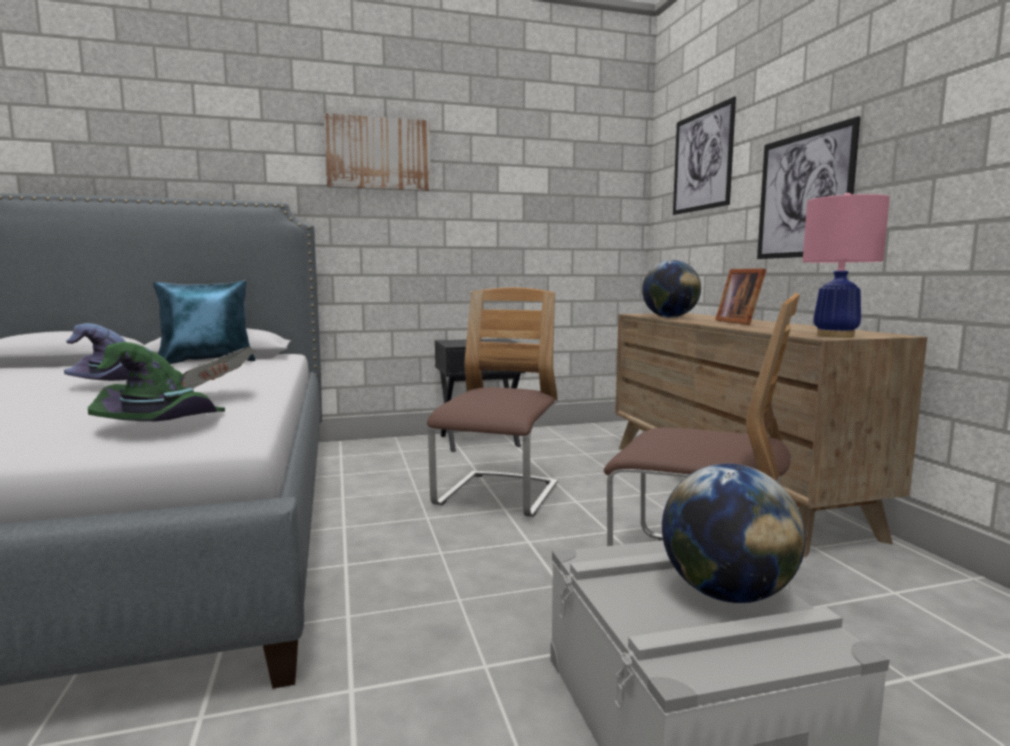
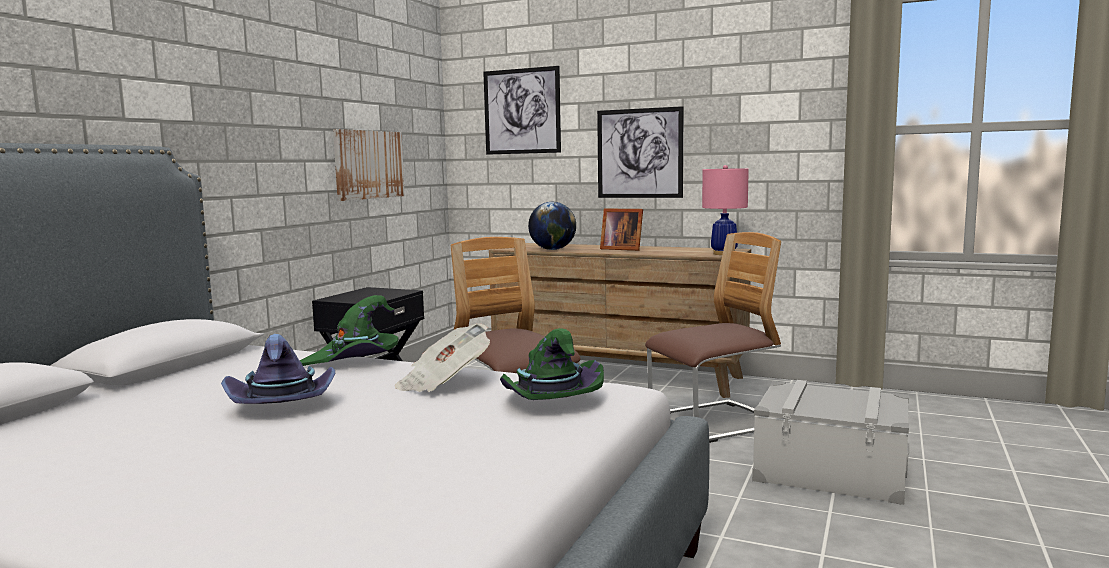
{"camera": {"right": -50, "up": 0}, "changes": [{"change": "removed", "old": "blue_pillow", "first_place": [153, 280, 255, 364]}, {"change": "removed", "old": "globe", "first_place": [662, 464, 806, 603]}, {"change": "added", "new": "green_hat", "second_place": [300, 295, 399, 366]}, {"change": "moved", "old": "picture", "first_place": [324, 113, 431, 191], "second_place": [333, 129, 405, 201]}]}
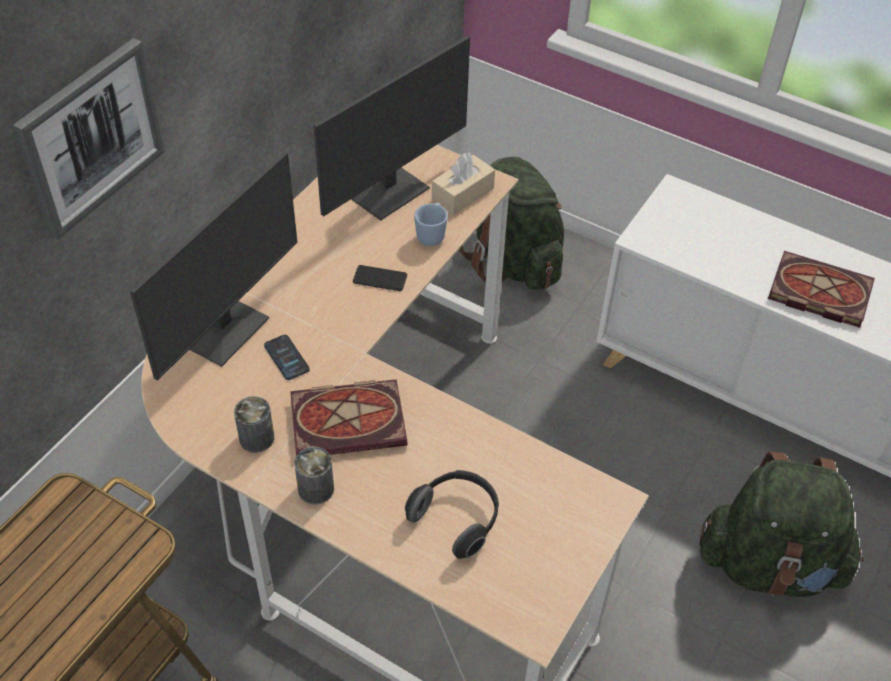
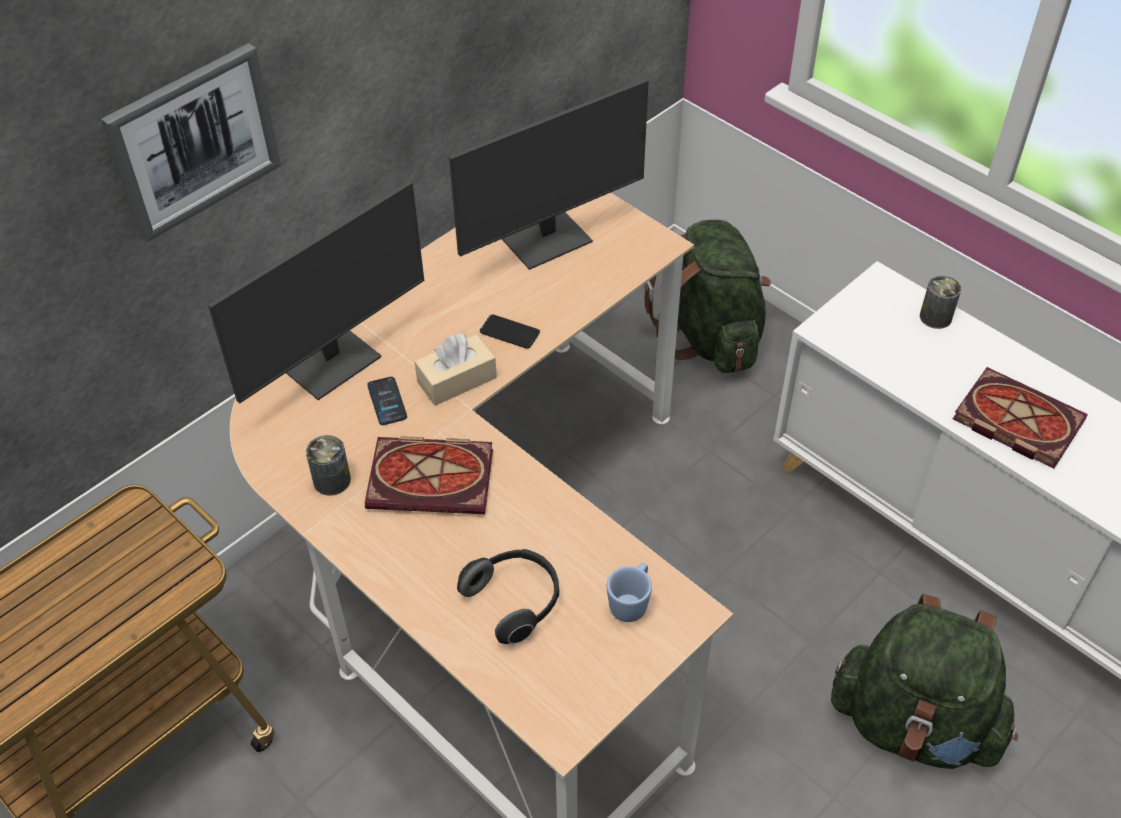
{"camera": {"right": 15, "up": 0}, "changes": [{"change": "moved", "old": "can", "first_place": [294, 447, 334, 505], "second_place": [920, 276, 961, 329]}, {"change": "moved", "old": "blue_mug", "first_place": [414, 203, 448, 246], "second_place": [607, 563, 652, 622]}, {"change": "moved", "old": "beige_tissue_box", "first_place": [432, 153, 495, 215], "second_place": [415, 333, 497, 406]}]}
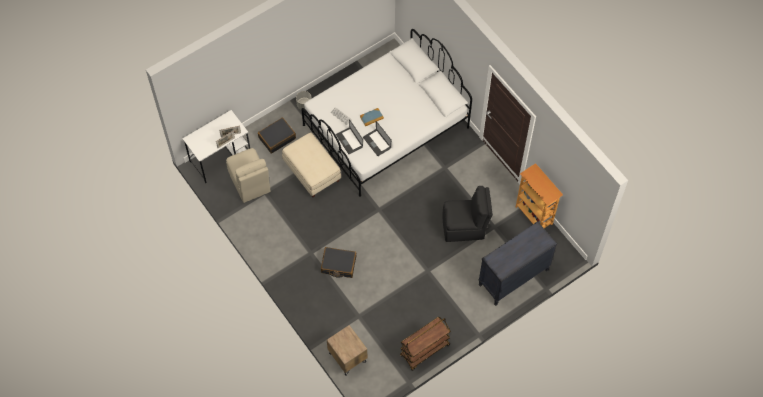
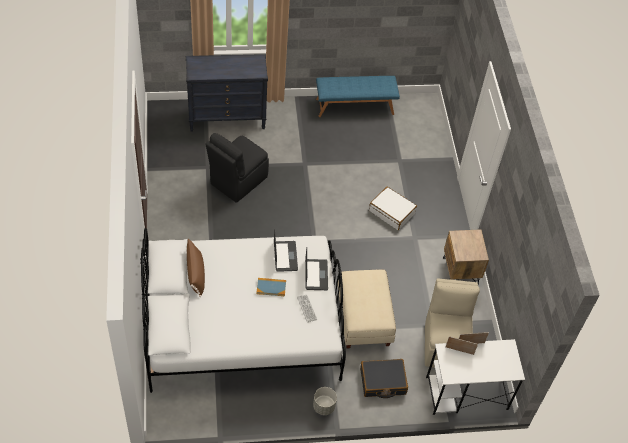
{"camera": {"right": -155, "up": -10}, "changes": [{"change": "removed", "old": "bookcase", "first_place": [516, 163, 563, 228]}, {"change": "added", "new": "brown_pillow", "second_place": [187, 239, 205, 297]}, {"change": "moved", "old": "brown_nightstand", "first_place": [327, 325, 367, 376], "second_place": [443, 229, 489, 285]}, {"change": "replaced", "old": "brown_cart", "new": "blue_bench", "first_place": [400, 317, 451, 371], "second_place": [316, 76, 400, 117]}, {"change": "recoloured", "old": "black_suitcase", "new": "white_suitcase", "first_place": [321, 247, 357, 278], "second_place": [369, 187, 417, 230]}, {"change": "turned", "old": "black_chair", "first_place": [443, 186, 493, 242], "second_place": [205, 133, 269, 203], "degrees": -75}]}
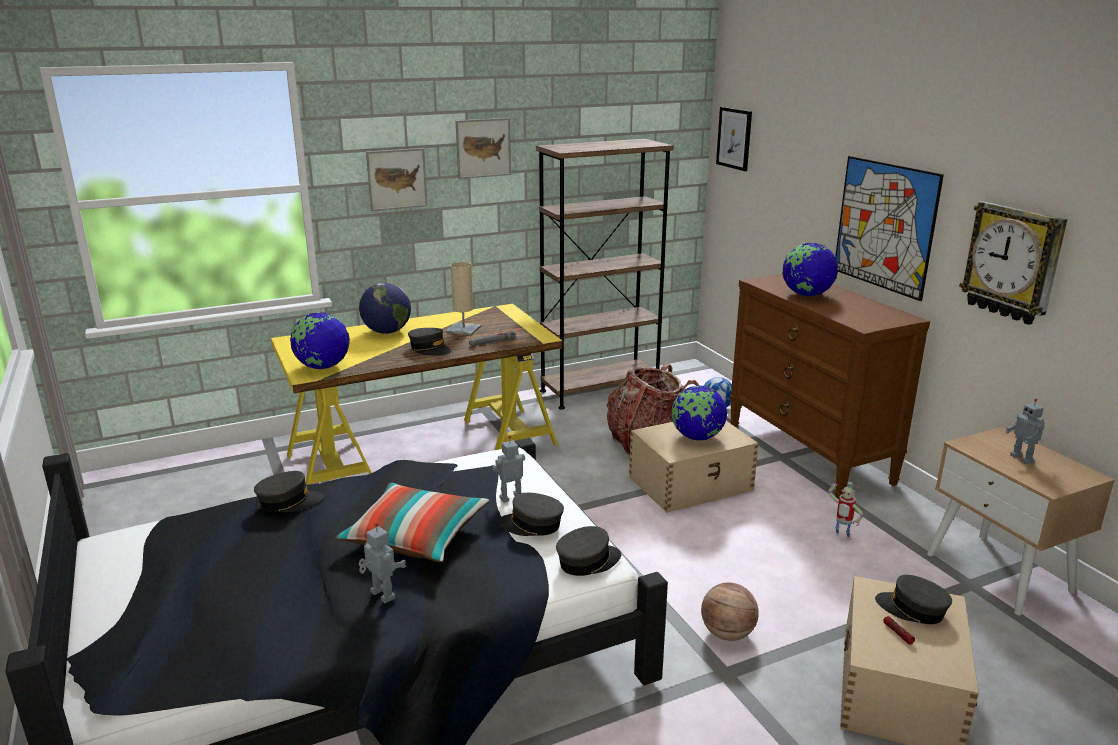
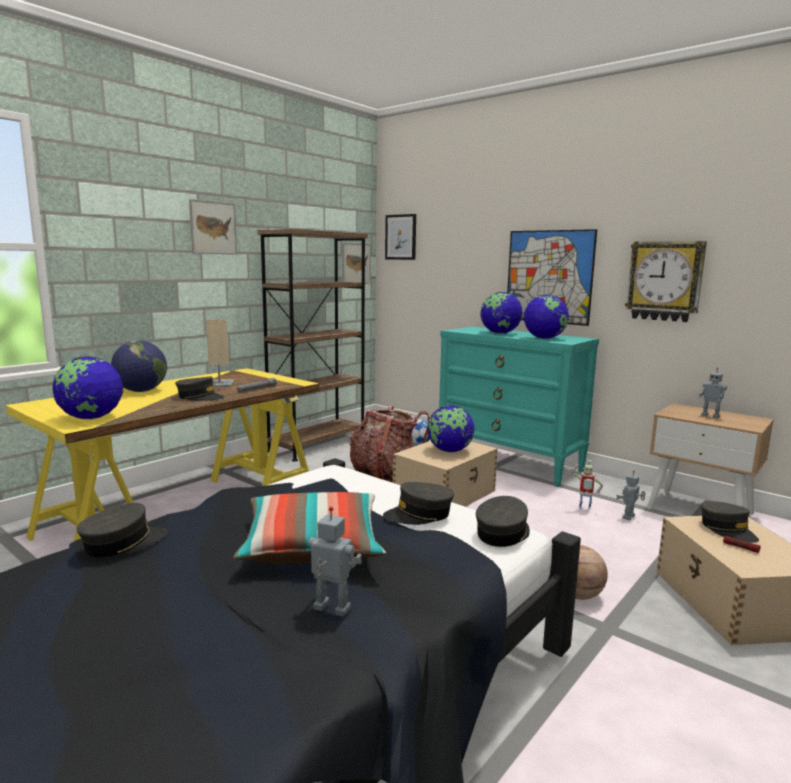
{"camera": {"right": -25, "up": -10}, "changes": [{"change": "added", "new": "globe", "second_place": [524, 294, 569, 339]}, {"change": "moved", "old": "picture", "first_place": [366, 148, 428, 211], "second_place": [342, 243, 371, 284]}, {"change": "moved", "old": "toy_robot", "first_place": [492, 436, 525, 503], "second_place": [616, 471, 646, 520]}, {"change": "recoloured", "old": "brown_dresser", "new": "turquoise_dresser", "first_place": [730, 274, 930, 499], "second_place": [439, 326, 599, 487]}, {"change": "turned", "old": "grey_cap", "first_place": [875, 575, 952, 624], "second_place": [701, 501, 759, 543], "degrees": -120}]}
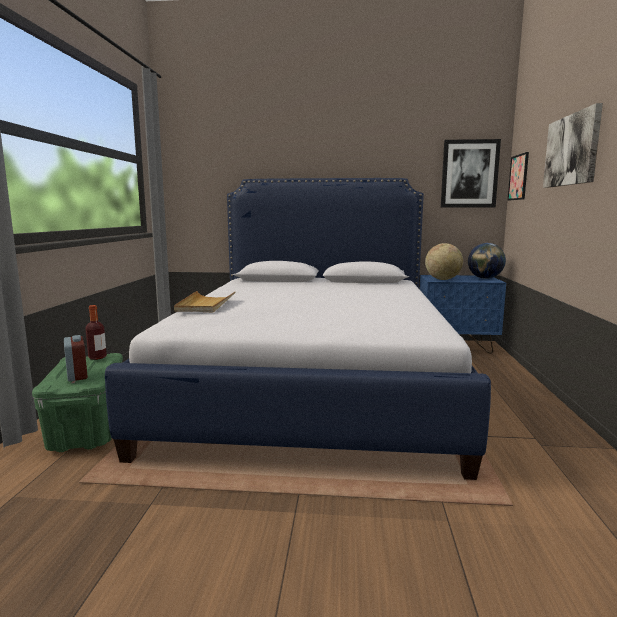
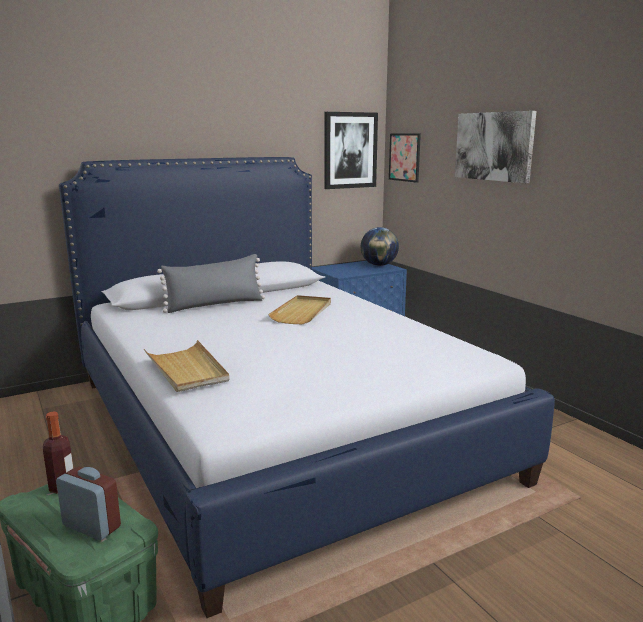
{"camera": {"right": -35, "up": 5}, "changes": [{"change": "removed", "old": "globe", "first_place": [425, 243, 463, 280]}, {"change": "added", "new": "grey_pillow", "second_place": [157, 254, 265, 313]}, {"change": "added", "new": "beige_tray", "second_place": [268, 295, 331, 324]}]}
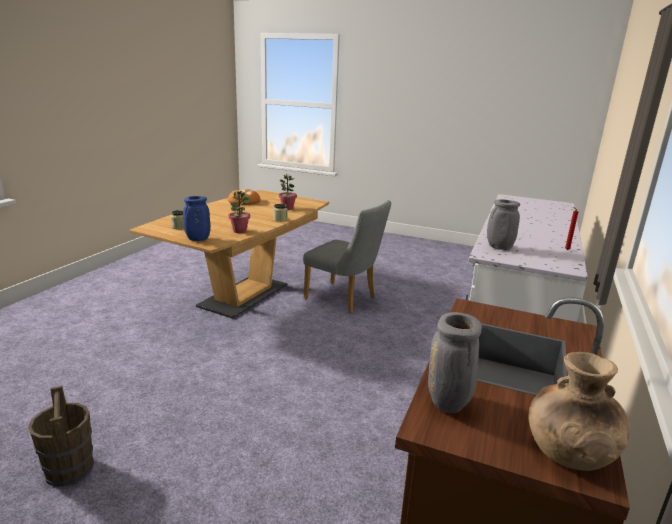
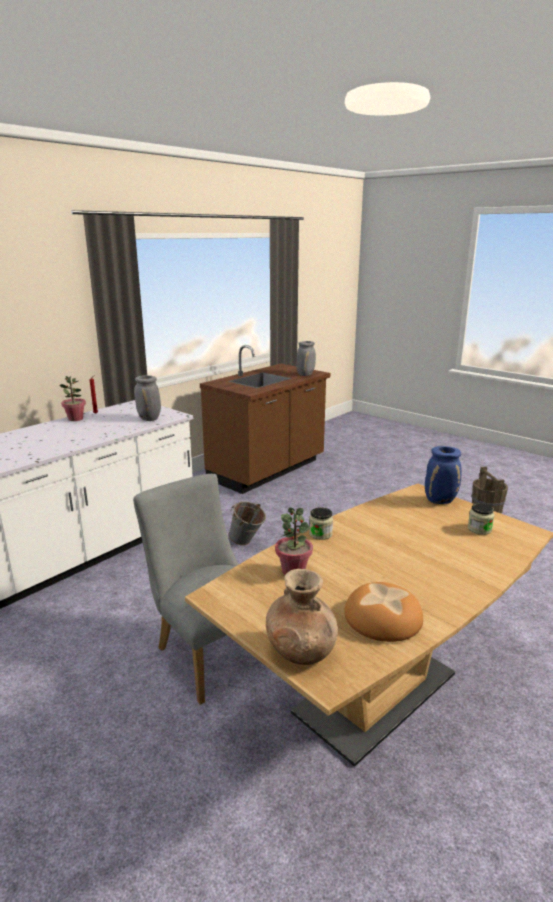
{"camera": {"right": -160, "up": 0}, "changes": [{"change": "added", "new": "grey_bucket", "second_place": [228, 501, 266, 546]}, {"change": "moved", "old": "potted_plant", "first_place": [228, 191, 250, 233], "second_place": [60, 376, 86, 421]}, {"change": "moved", "old": "brown_vase", "first_place": [528, 352, 630, 471], "second_place": [266, 569, 338, 665]}]}
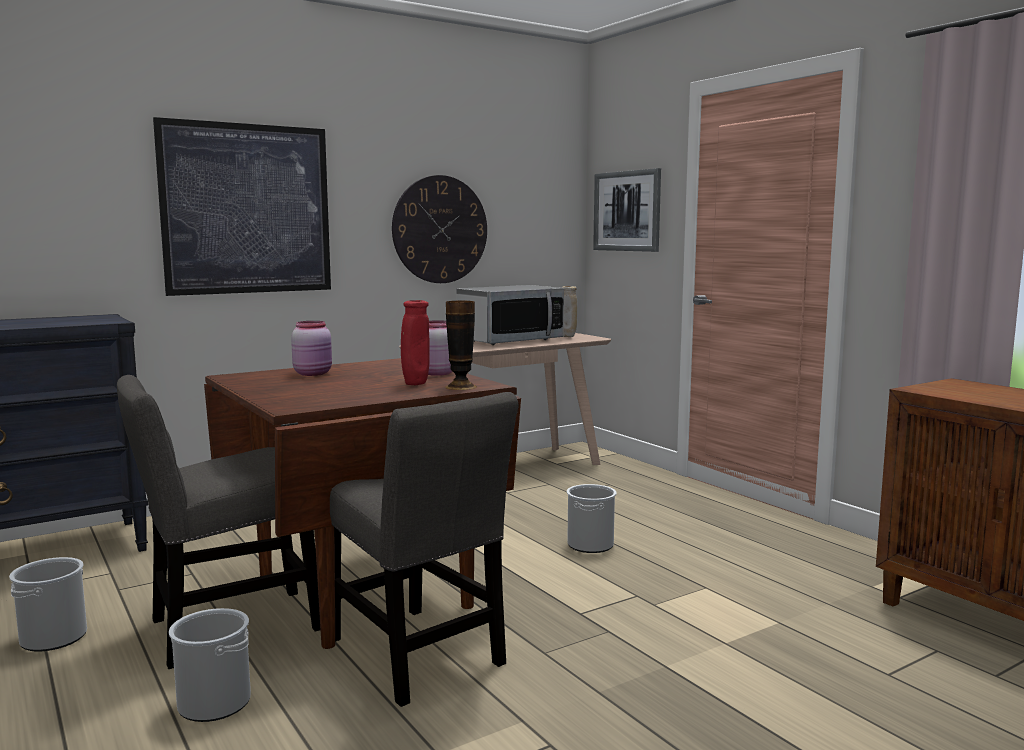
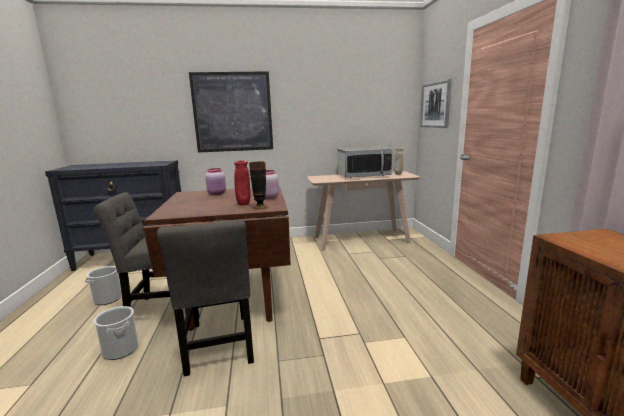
{"camera": {"right": 25, "up": 5}, "changes": [{"change": "removed", "old": "wall_clock", "first_place": [392, 175, 487, 283]}, {"change": "removed", "old": "bucket", "first_place": [567, 484, 616, 553]}]}
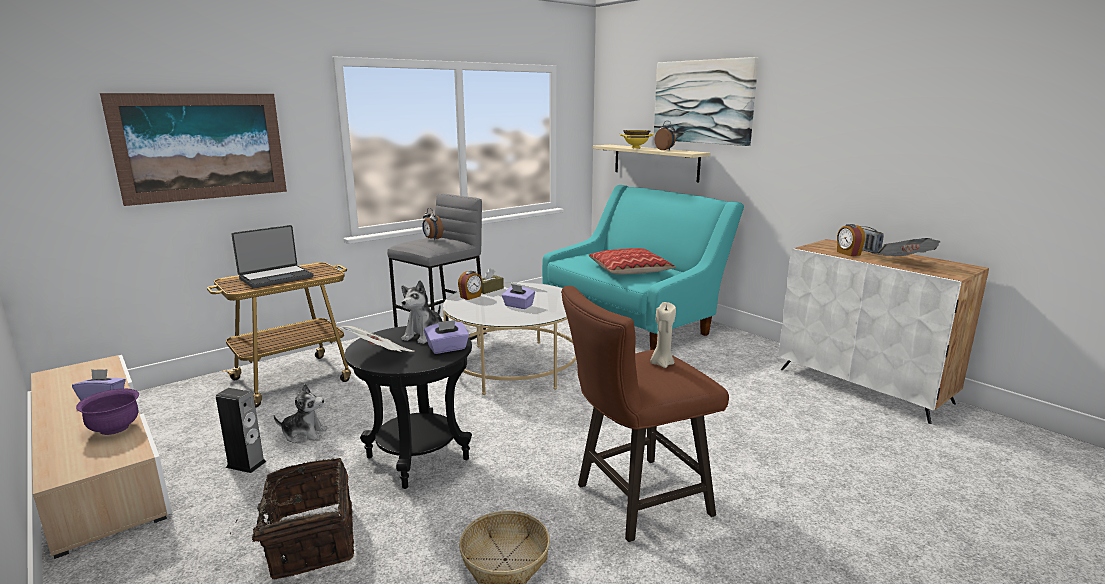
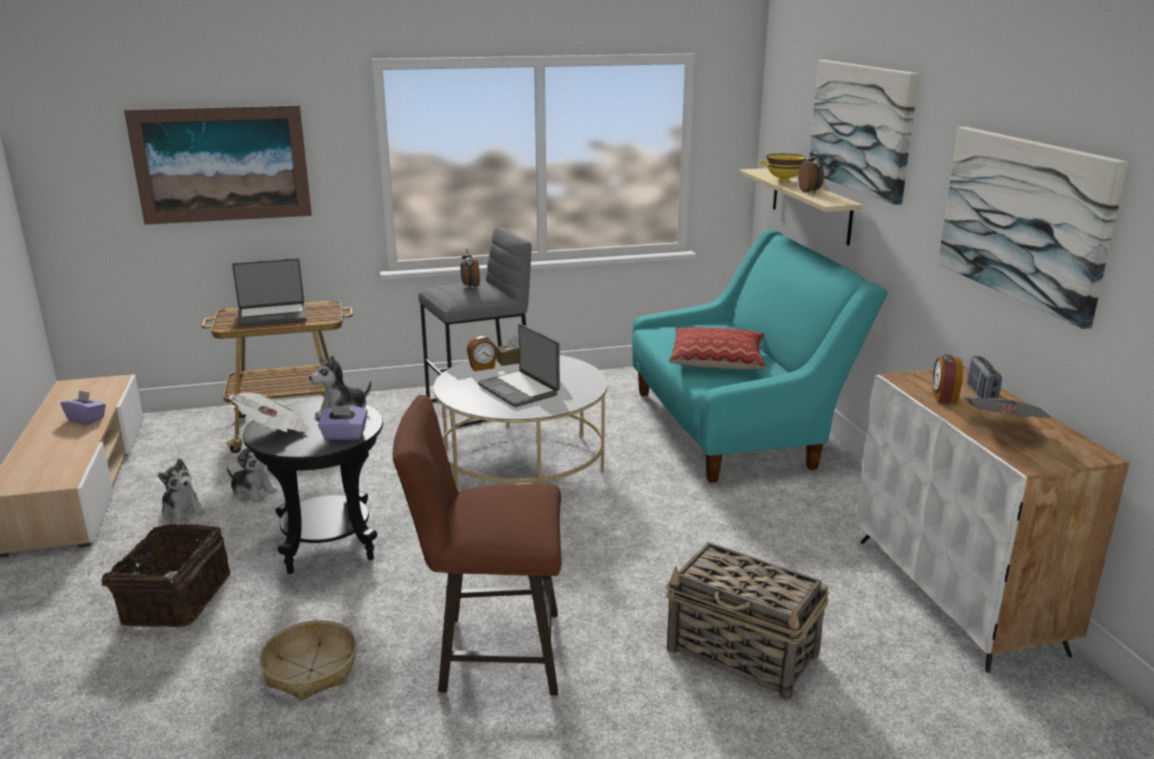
{"camera": {"right": 25, "up": 5}, "changes": [{"change": "removed", "old": "purple_bowl", "first_place": [76, 388, 139, 435]}, {"change": "removed", "old": "beige_candle", "first_place": [650, 302, 676, 368]}, {"change": "added", "new": "basket", "second_place": [666, 542, 829, 700]}, {"change": "added", "new": "picture", "second_place": [938, 127, 1128, 329]}, {"change": "replaced", "old": "speaker", "new": "plush_toy", "first_place": [216, 388, 267, 473], "second_place": [158, 458, 205, 523]}, {"change": "replaced", "old": "purple_tissue_box", "new": "laptop", "first_place": [502, 284, 535, 309], "second_place": [478, 324, 560, 407]}]}
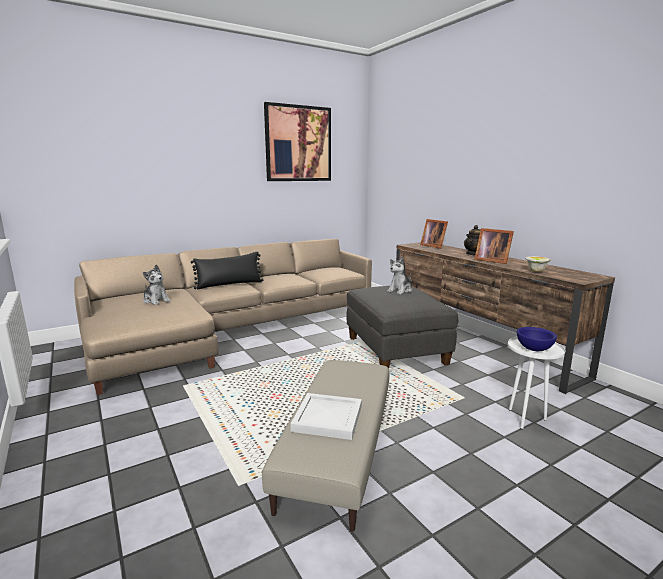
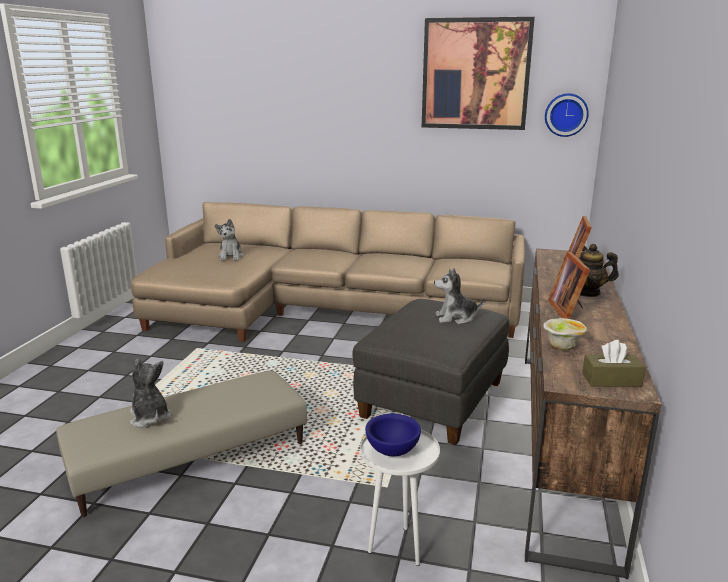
{"camera": {"right": 45, "up": 5}, "changes": [{"change": "removed", "old": "black_pillow", "first_place": [191, 252, 264, 289]}, {"change": "added", "new": "wall_clock", "second_place": [545, 93, 589, 137]}, {"change": "added", "new": "brown_tissue_box", "second_place": [582, 340, 646, 387]}, {"change": "replaced", "old": "white_tray", "new": "plush_toy", "first_place": [290, 393, 362, 440], "second_place": [130, 359, 171, 428]}]}
